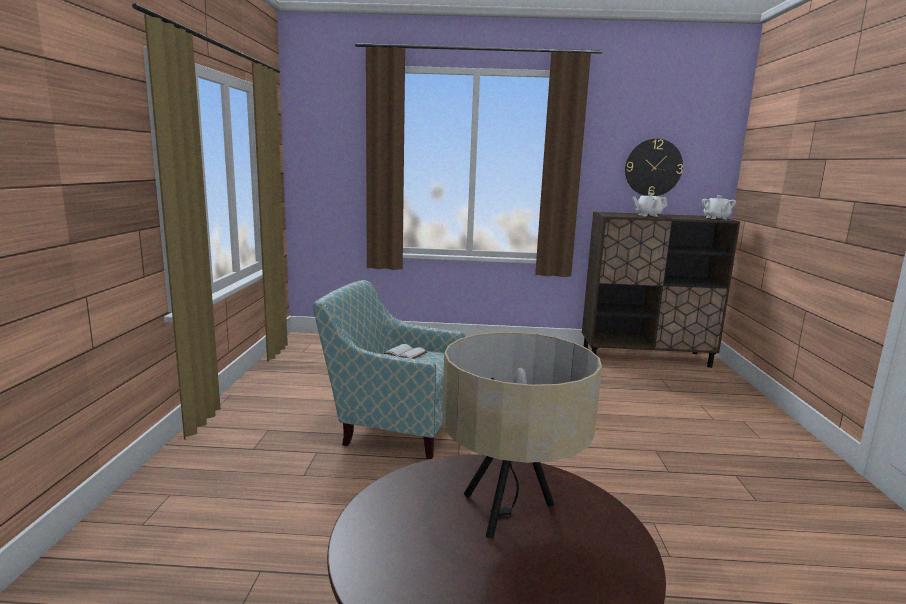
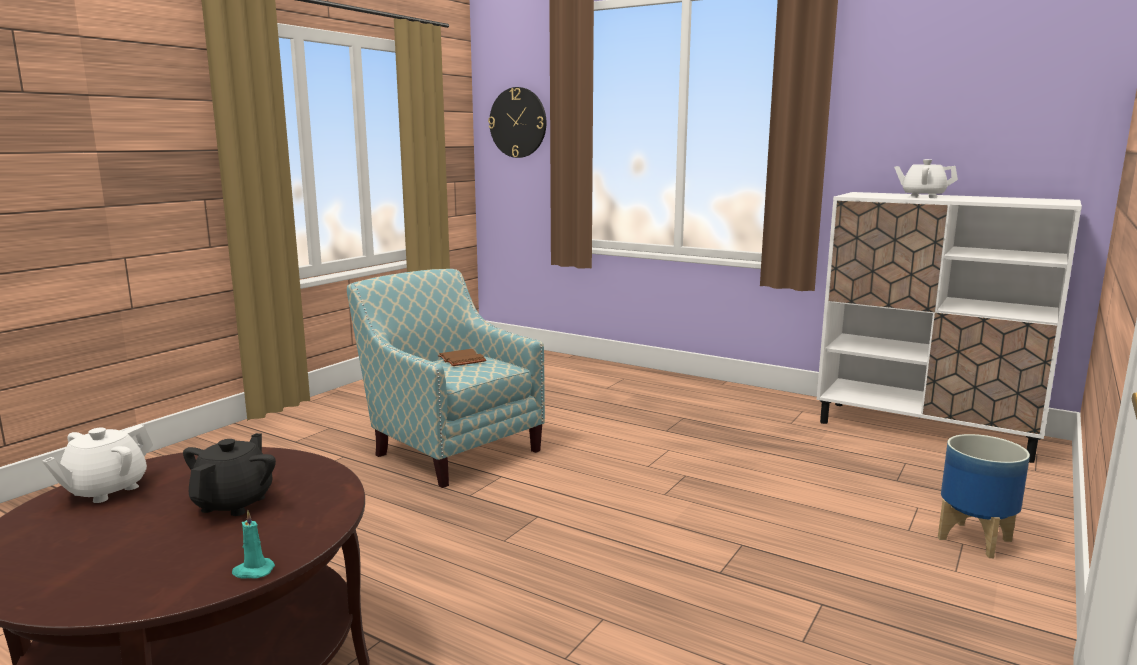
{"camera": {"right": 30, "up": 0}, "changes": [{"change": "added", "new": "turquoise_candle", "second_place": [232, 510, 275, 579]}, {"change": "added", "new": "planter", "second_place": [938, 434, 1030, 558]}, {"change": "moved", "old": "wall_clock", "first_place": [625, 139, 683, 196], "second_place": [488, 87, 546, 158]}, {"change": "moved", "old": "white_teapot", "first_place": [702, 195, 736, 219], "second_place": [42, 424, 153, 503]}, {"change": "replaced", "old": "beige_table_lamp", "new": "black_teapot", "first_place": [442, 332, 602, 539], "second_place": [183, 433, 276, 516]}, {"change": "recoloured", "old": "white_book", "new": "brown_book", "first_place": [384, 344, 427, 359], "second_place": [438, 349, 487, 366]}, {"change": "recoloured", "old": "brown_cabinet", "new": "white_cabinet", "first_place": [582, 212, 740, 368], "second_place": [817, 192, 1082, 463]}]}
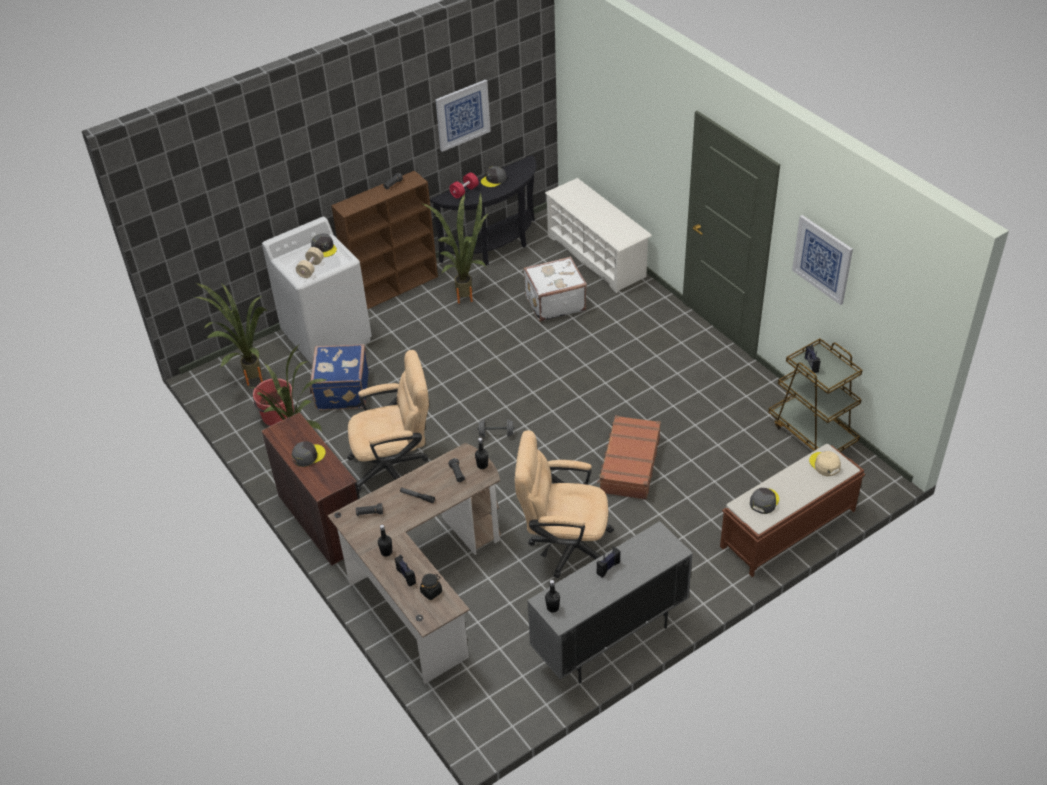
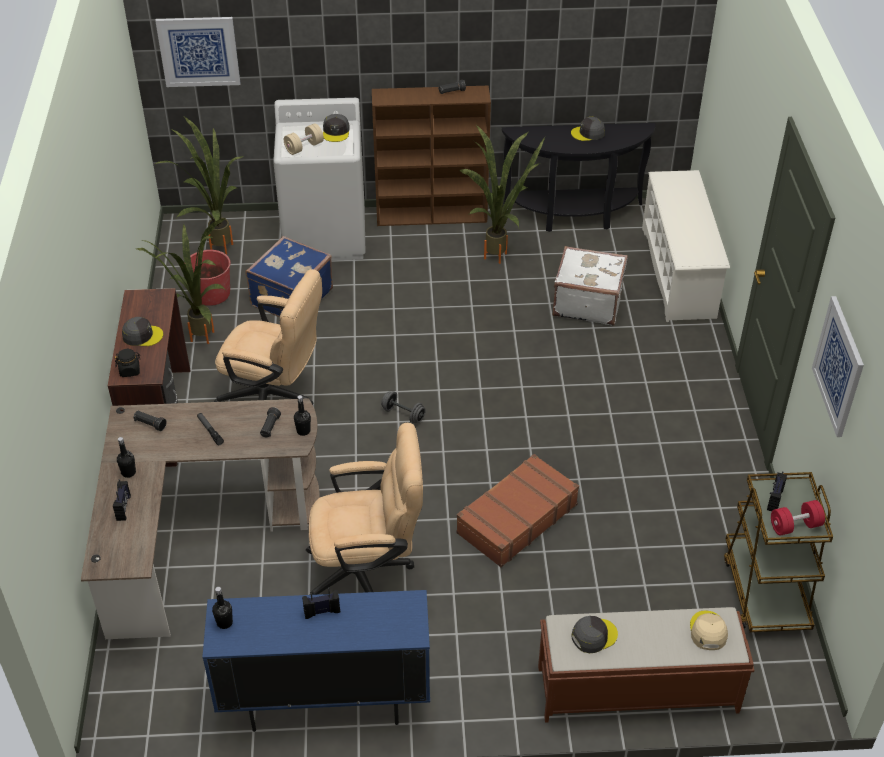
{"camera": {"right": 30, "up": 0}, "changes": [{"change": "moved", "old": "black_jar", "first_place": [420, 574, 442, 600], "second_place": [114, 349, 141, 377]}, {"change": "moved", "old": "picture", "first_place": [435, 80, 491, 152], "second_place": [155, 17, 240, 87]}, {"change": "moved", "old": "red_dumbbell", "first_place": [449, 172, 479, 198], "second_place": [771, 500, 825, 536]}, {"change": "recoloured", "old": "grey_cabinet", "new": "blue_cabinet", "first_place": [527, 521, 693, 684], "second_place": [202, 590, 430, 732]}, {"change": "turned", "old": "beige_office_chair", "first_place": [515, 430, 614, 578], "second_place": [306, 423, 423, 595], "degrees": 135}]}
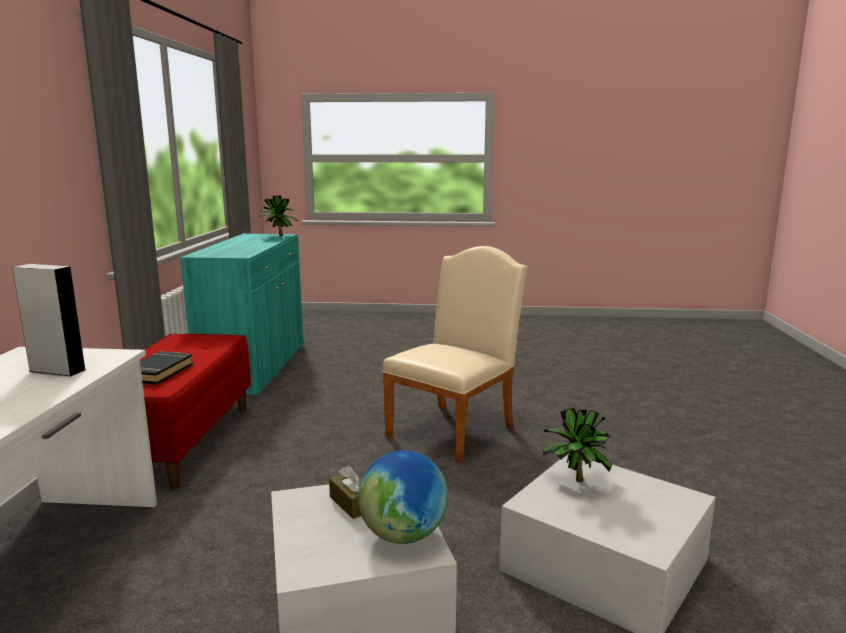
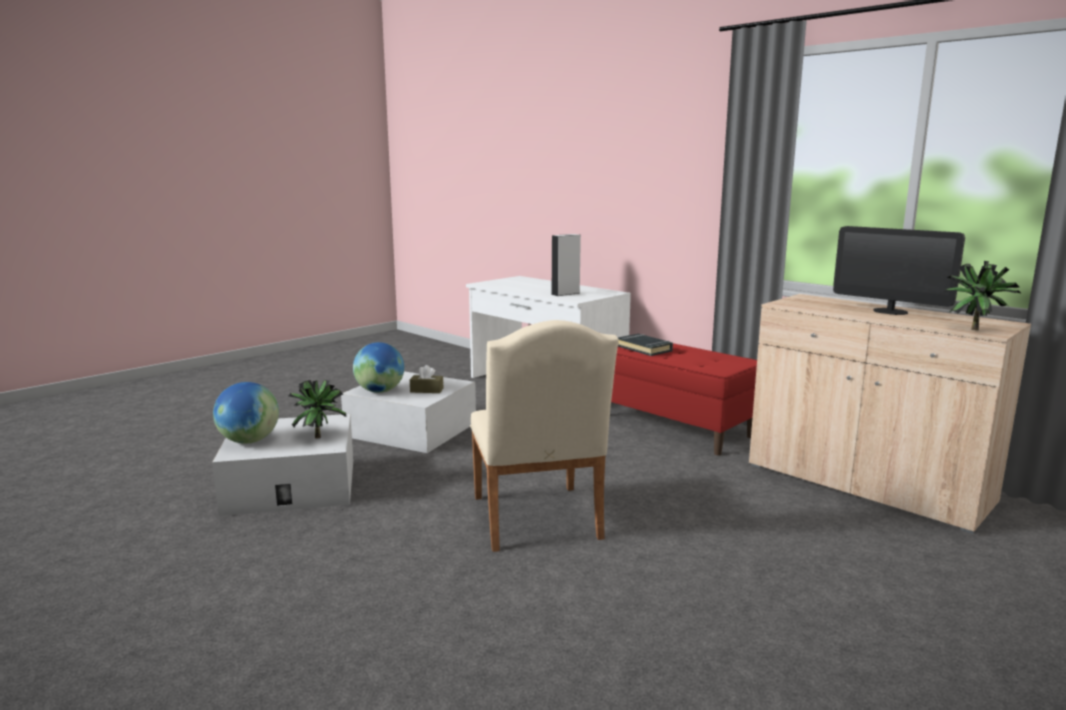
{"camera": {"right": 130, "up": 0}, "changes": [{"change": "added", "new": "globe", "second_place": [213, 382, 279, 444]}, {"change": "added", "new": "monitor", "second_place": [833, 226, 965, 315]}, {"change": "recoloured", "old": "turquoise_cabinet", "new": "beige_cabinet", "first_place": [180, 234, 303, 397], "second_place": [749, 294, 1031, 534]}]}
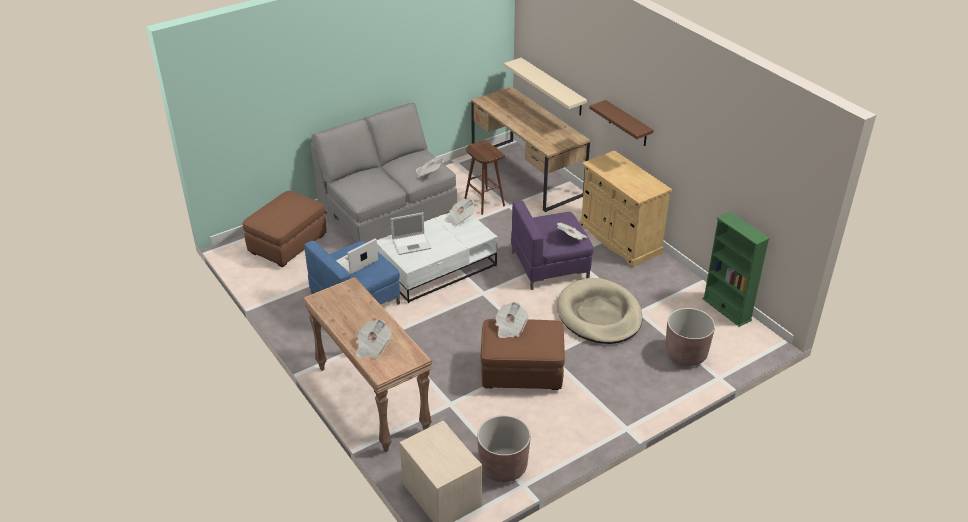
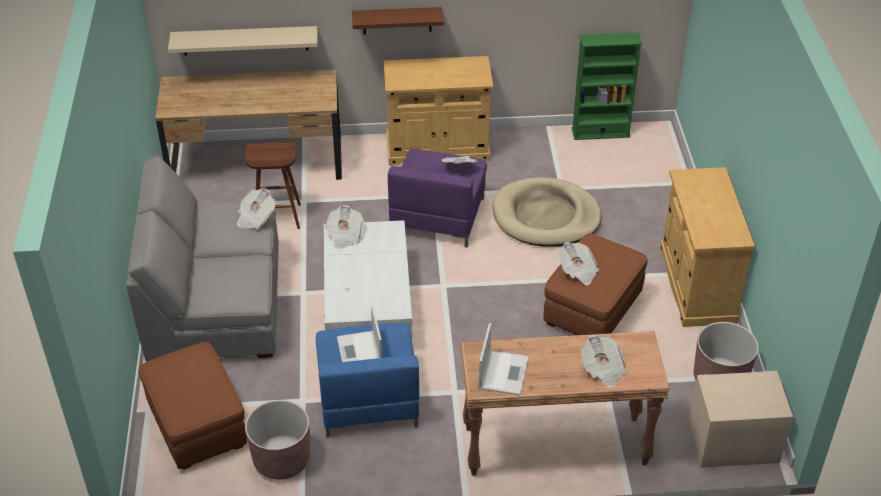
{"camera": {"right": -60, "up": 5}, "changes": [{"change": "added", "new": "beige_cabinet", "second_place": [660, 167, 755, 327]}, {"change": "moved", "old": "laptop", "first_place": [391, 212, 431, 255], "second_place": [479, 323, 529, 396]}, {"change": "moved", "old": "brown_planter", "first_place": [665, 308, 715, 366], "second_place": [245, 400, 310, 480]}]}
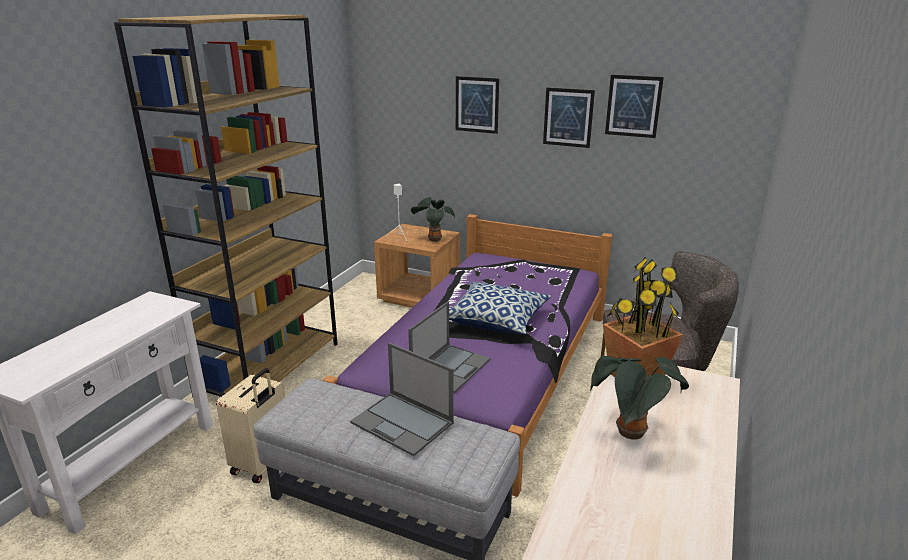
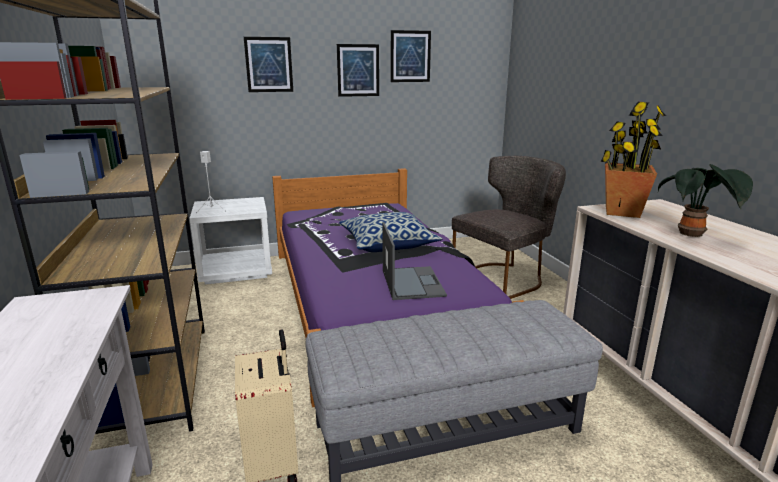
{"camera": {"right": -40, "up": -5}, "changes": [{"change": "removed", "old": "laptop", "first_place": [350, 343, 454, 456]}, {"change": "removed", "old": "potted_plant", "first_place": [411, 197, 455, 242]}, {"change": "recoloured", "old": "brown_nightstand", "new": "white_nightstand", "first_place": [374, 224, 460, 308], "second_place": [189, 197, 272, 285]}]}
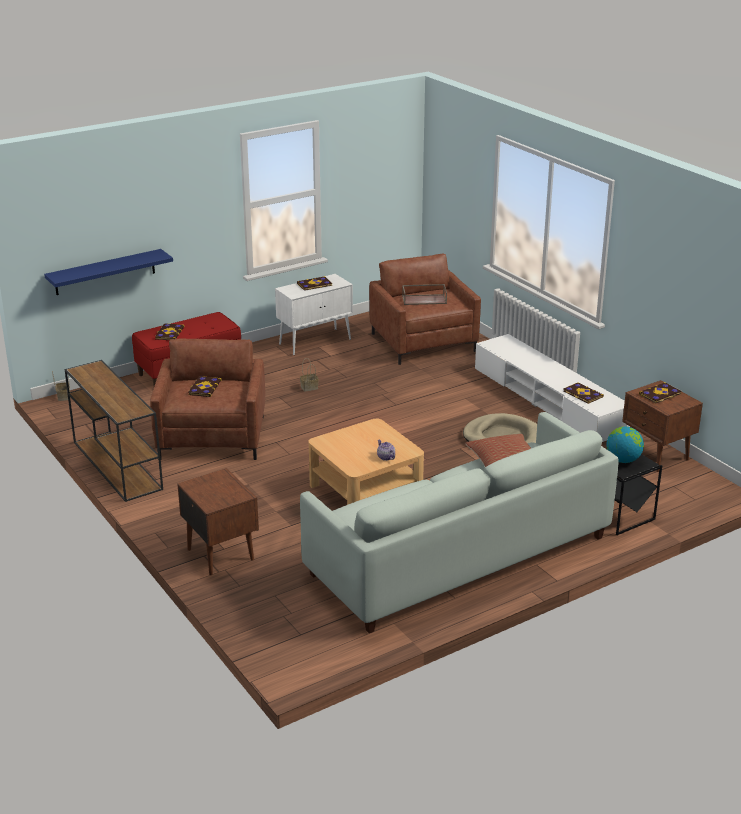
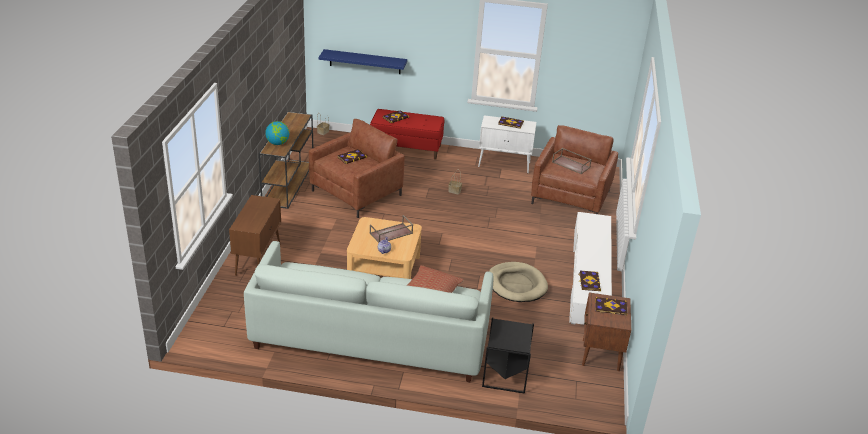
{"camera": {"right": 40, "up": 5}, "changes": [{"change": "added", "new": "brown_tray", "second_place": [370, 215, 413, 243]}, {"change": "moved", "old": "globe", "first_place": [606, 426, 644, 463], "second_place": [265, 121, 289, 145]}, {"change": "replaced", "old": "brown_nightstand", "new": "brown_cabinet", "first_place": [177, 468, 259, 575], "second_place": [229, 195, 281, 276]}]}
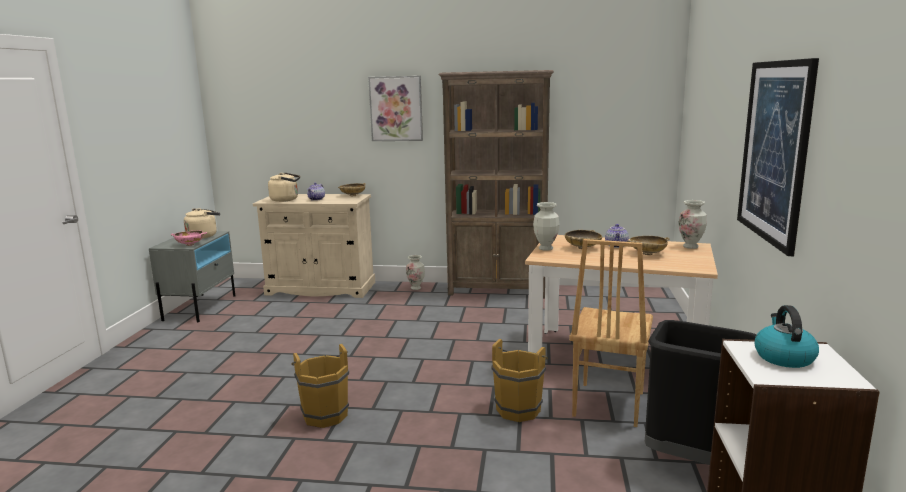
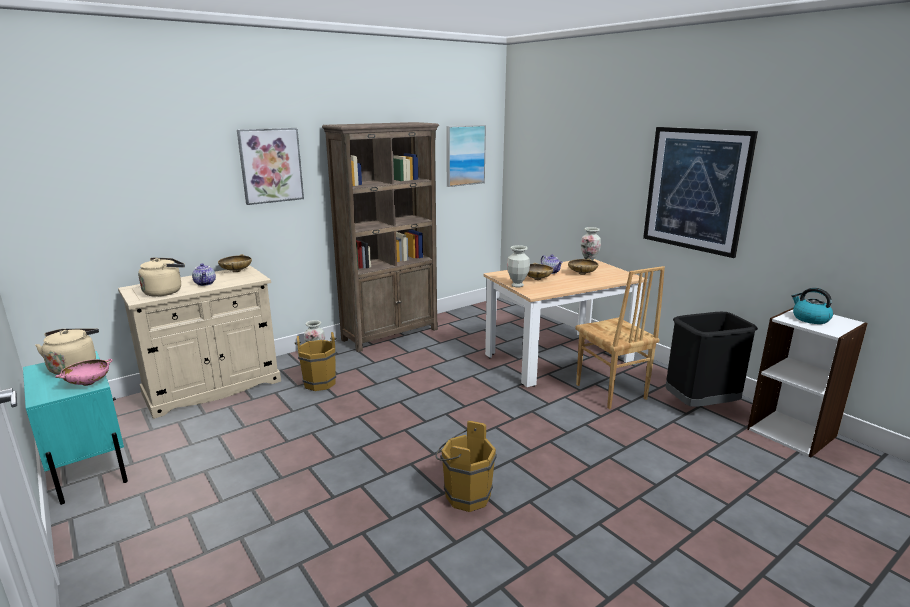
{"camera": {"right": -45, "up": 5}, "changes": [{"change": "added", "new": "picture", "second_place": [446, 125, 486, 187]}, {"change": "moved", "old": "brown_bucket", "first_place": [491, 339, 548, 422], "second_place": [295, 332, 337, 391]}, {"change": "recoloured", "old": "grey_nightstand", "new": "turquoise_nightstand", "first_place": [149, 231, 235, 323], "second_place": [23, 351, 128, 505]}]}
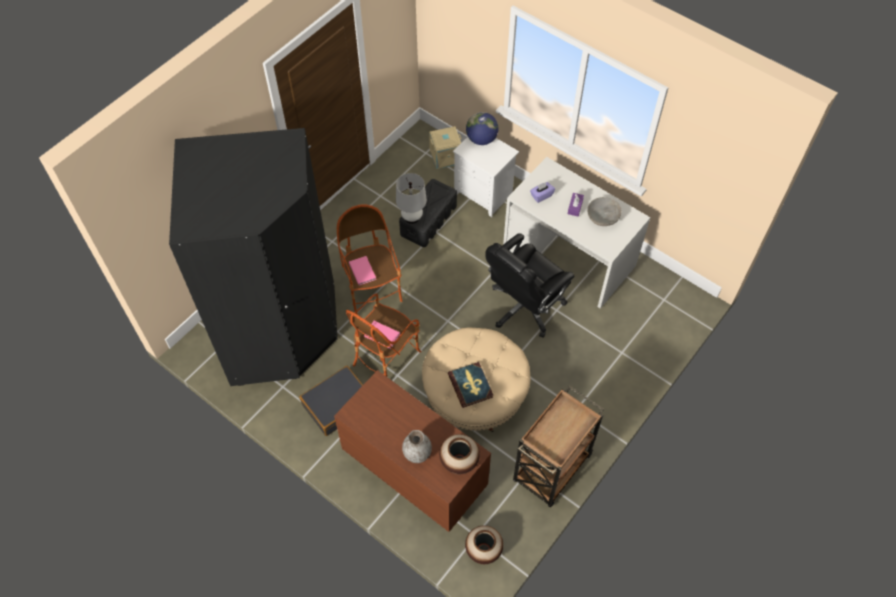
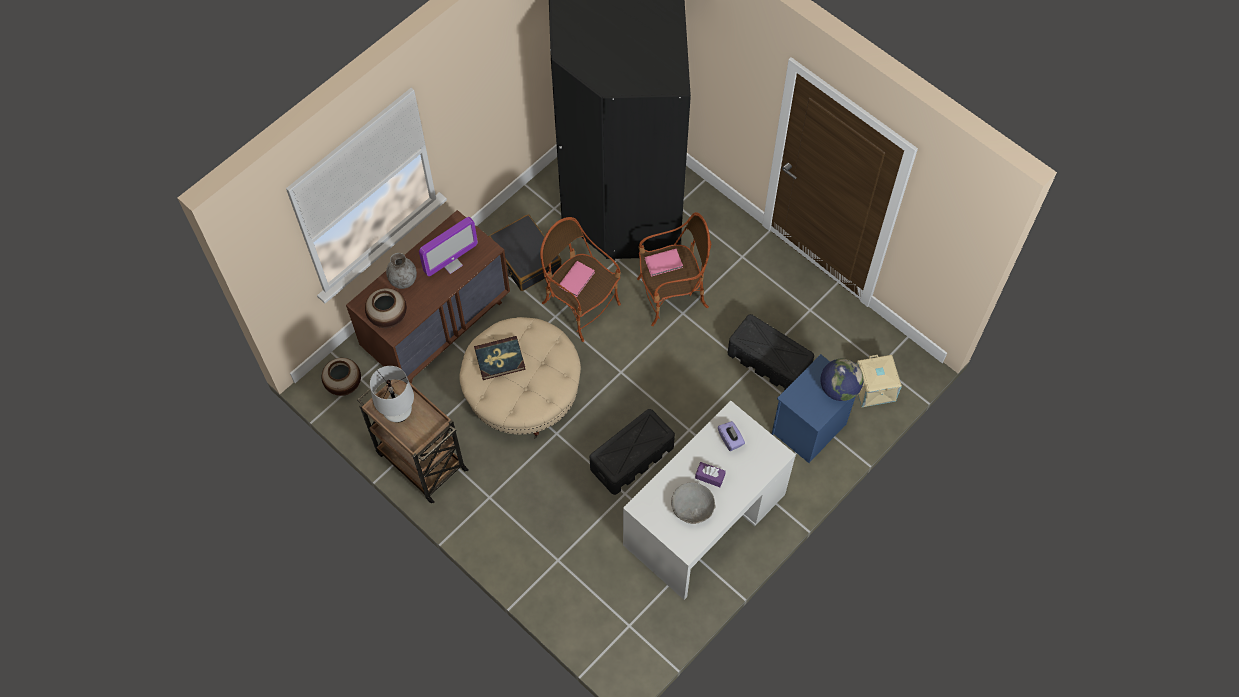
{"camera": {"right": 95, "up": 5}, "changes": [{"change": "added", "new": "monitor", "second_place": [419, 217, 478, 276]}, {"change": "moved", "old": "white_table_lamp", "first_place": [396, 173, 427, 224], "second_place": [370, 366, 414, 423]}, {"change": "replaced", "old": "black_office_chair", "new": "black_storage_box", "first_place": [485, 233, 574, 338], "second_place": [590, 409, 675, 495]}, {"change": "recoloured", "old": "white_nightstand", "new": "blue_nightstand", "first_place": [453, 137, 519, 217], "second_place": [772, 354, 856, 463]}]}
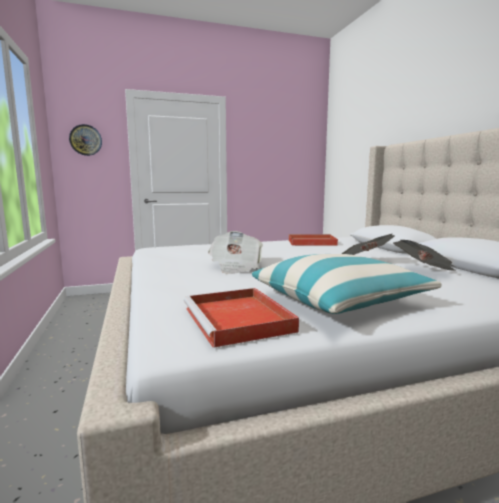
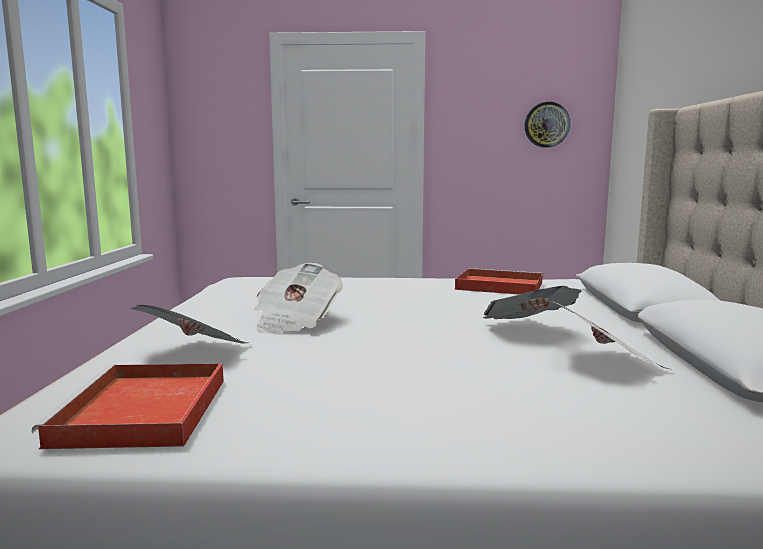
{"camera": {"right": 20, "up": 0}, "changes": [{"change": "removed", "old": "pillow", "first_place": [252, 254, 442, 314]}, {"change": "added", "new": "newspaper", "second_place": [131, 305, 248, 343]}, {"change": "moved", "old": "wall_clock", "first_place": [69, 124, 102, 156], "second_place": [525, 102, 570, 148]}]}
